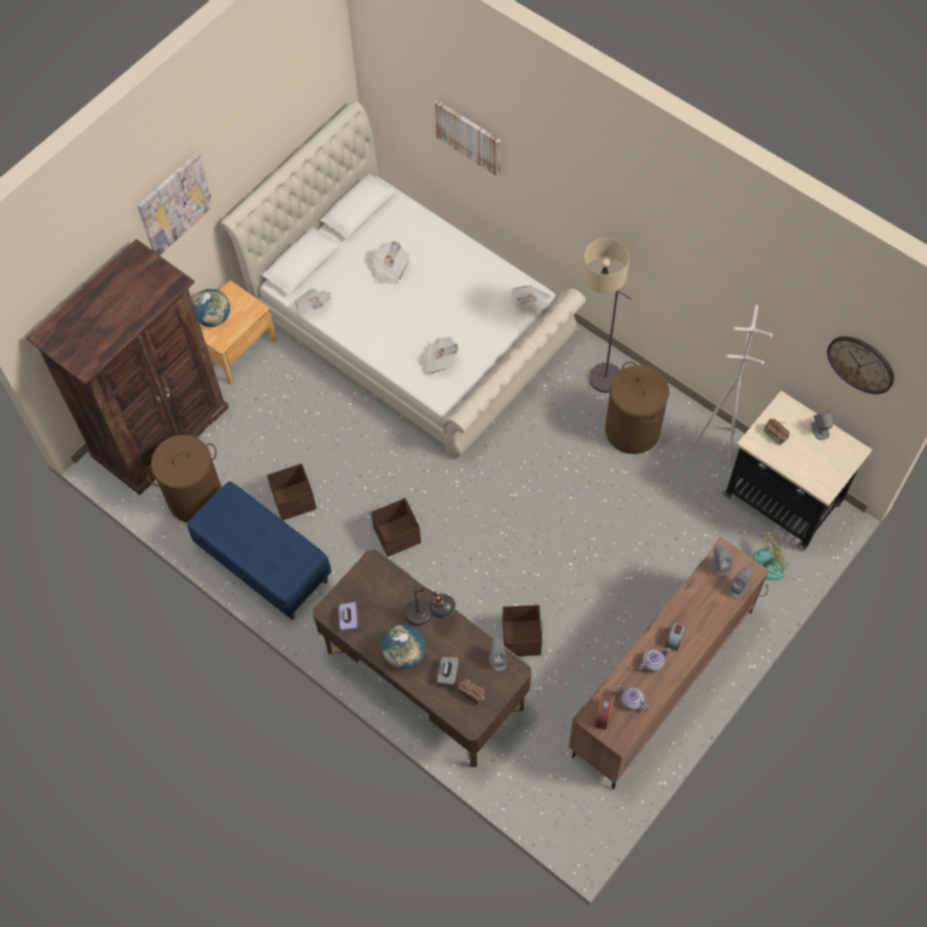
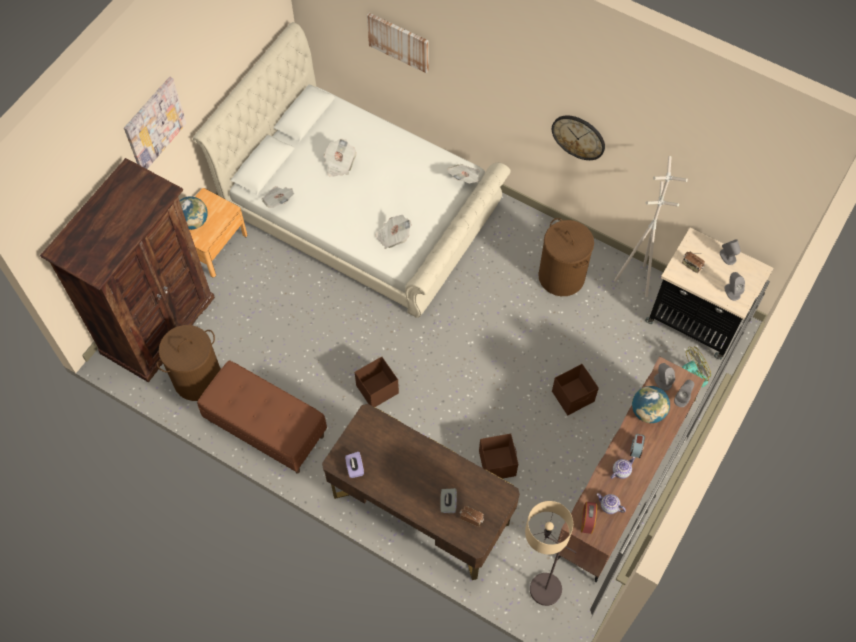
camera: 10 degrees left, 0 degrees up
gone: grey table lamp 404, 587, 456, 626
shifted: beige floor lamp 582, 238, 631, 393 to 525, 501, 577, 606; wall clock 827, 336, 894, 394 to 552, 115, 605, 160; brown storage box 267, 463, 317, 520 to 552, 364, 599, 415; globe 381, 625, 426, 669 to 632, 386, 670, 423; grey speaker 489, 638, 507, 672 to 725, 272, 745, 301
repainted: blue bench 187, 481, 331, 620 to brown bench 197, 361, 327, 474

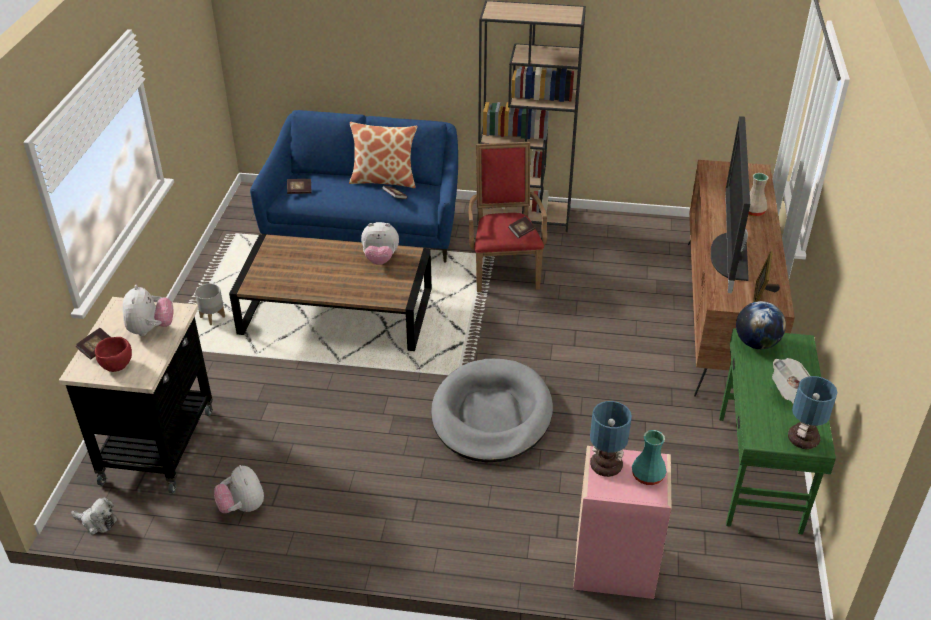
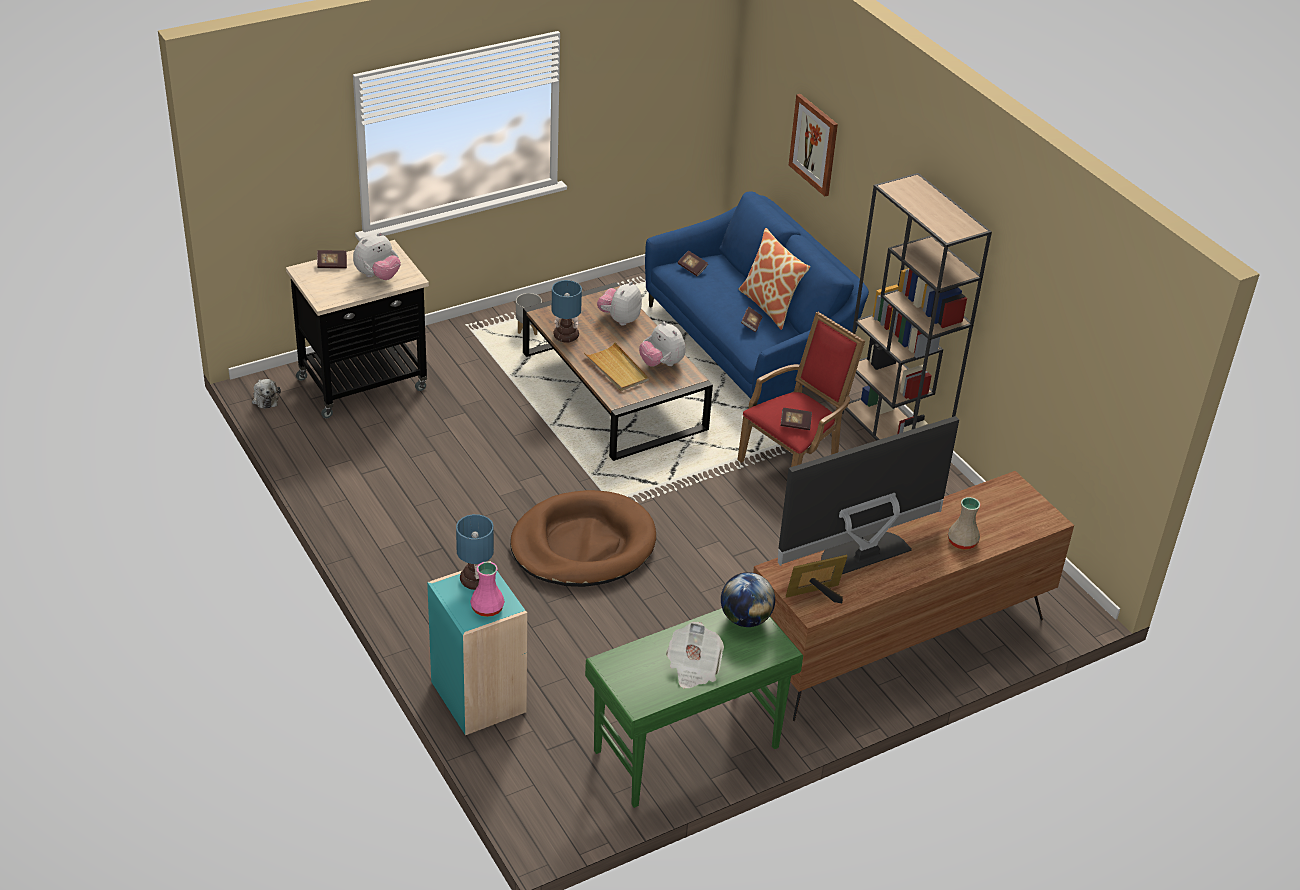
camera: 50 degrees right, 0 degrees up
gone: red bowl 95, 337, 132, 372
new: beige tray 584, 342, 649, 391; picture 789, 94, 838, 196
shifted: table lamp 788, 376, 837, 449 to 551, 280, 582, 343; plush toy 214, 465, 264, 513 to 597, 281, 642, 326
repainted: pink bookcase 573, 446, 672, 599 to turquoise bookcase 427, 561, 527, 735; turquoise vase 632, 430, 667, 485 to pink vase 470, 561, 505, 617; grey dog bed 431, 359, 553, 462 to brown dog bed 510, 490, 656, 587

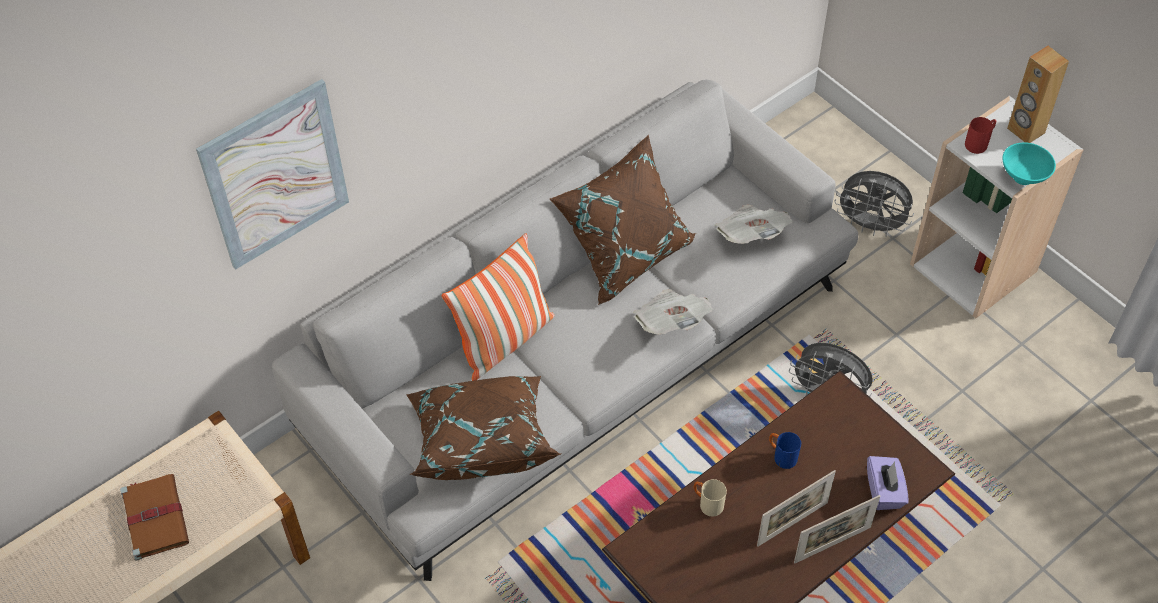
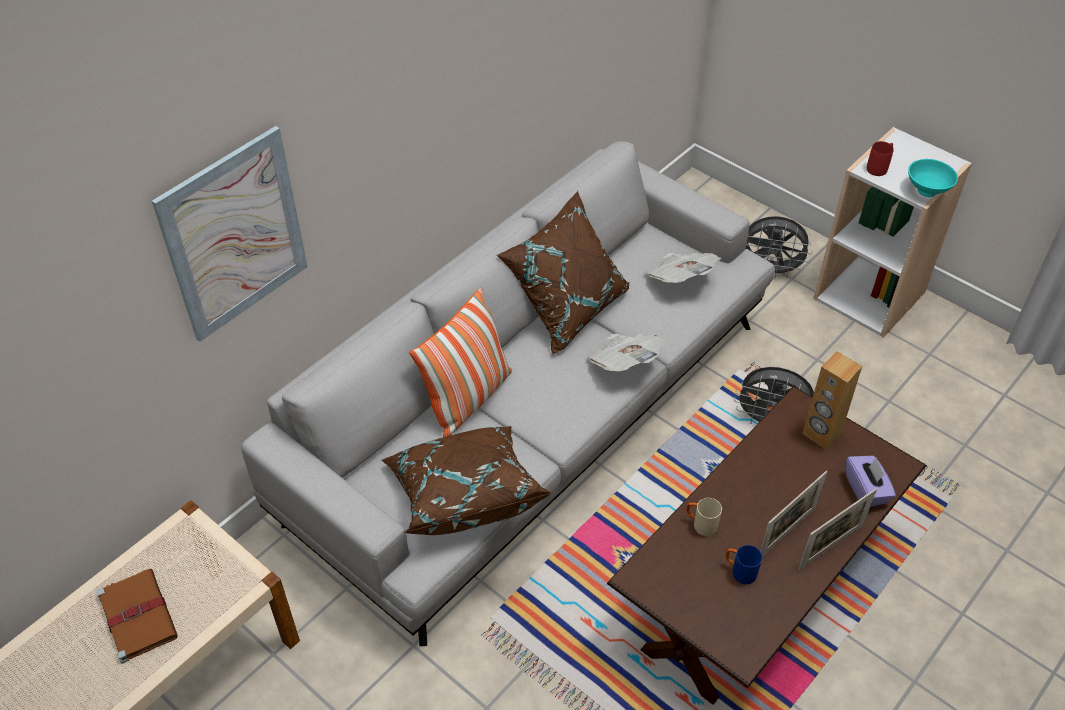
camera: 10 degrees left, 5 degrees down
shifted: blue mug 769, 432, 801, 469 to 726, 545, 762, 584; brown speaker 1007, 46, 1069, 143 to 802, 351, 862, 450

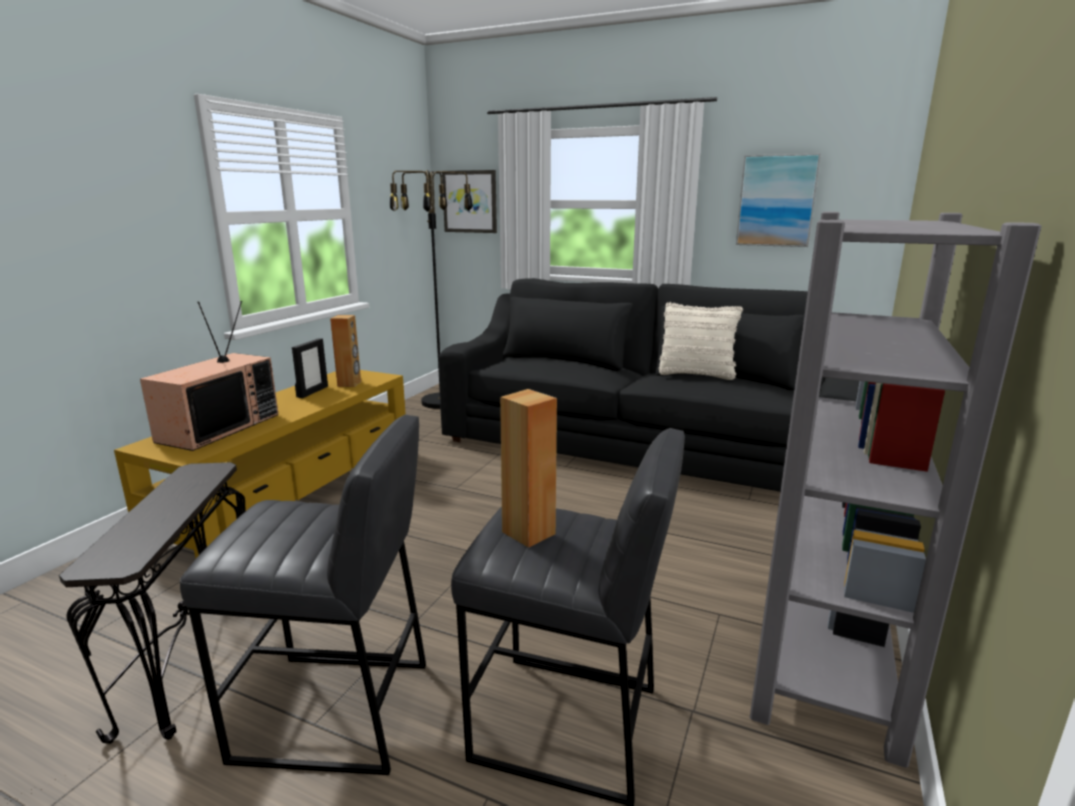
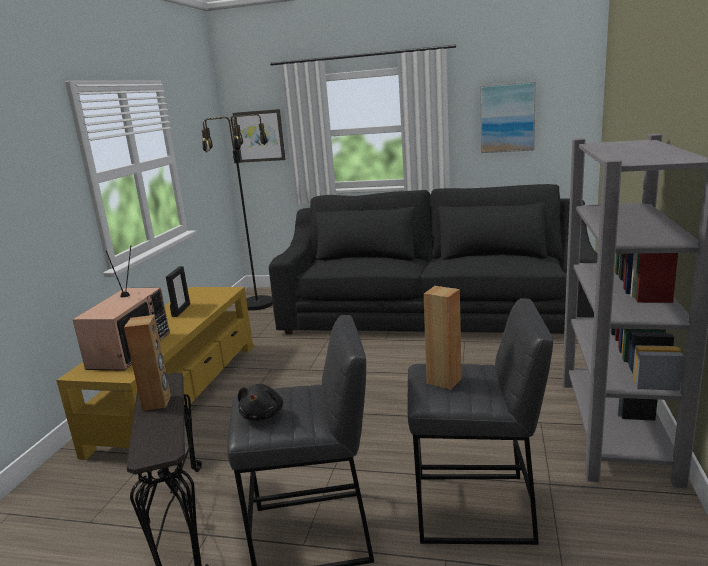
camera: 10 degrees left, 0 degrees up
gone: beige pillow 659, 302, 743, 380
new: black plush toy 238, 384, 283, 421
shifted: brown speaker 330, 315, 361, 387 to 124, 315, 171, 411

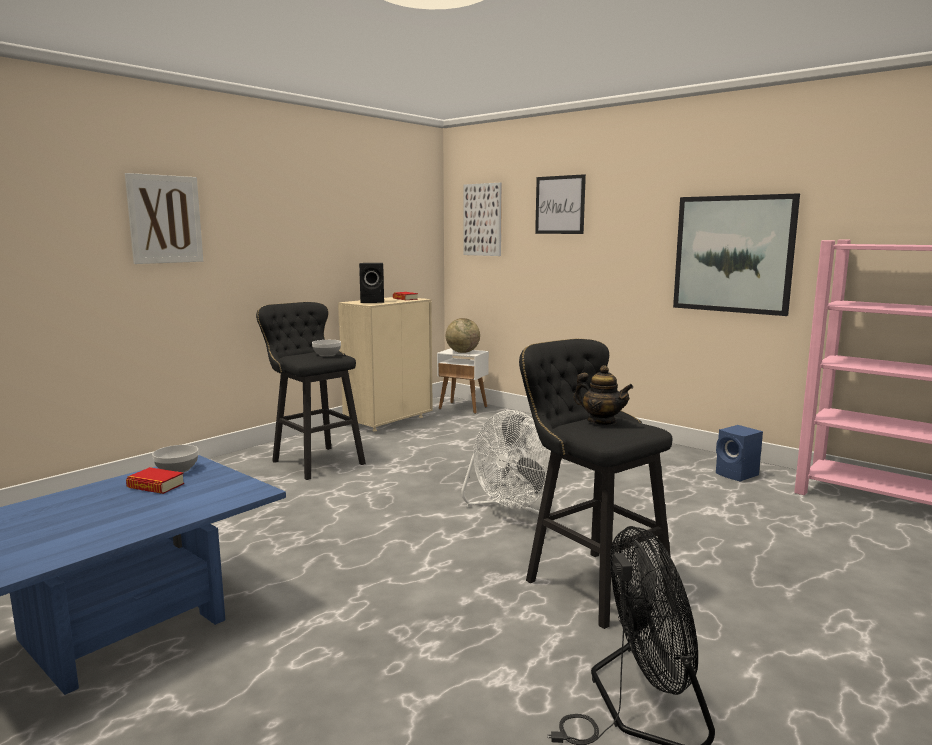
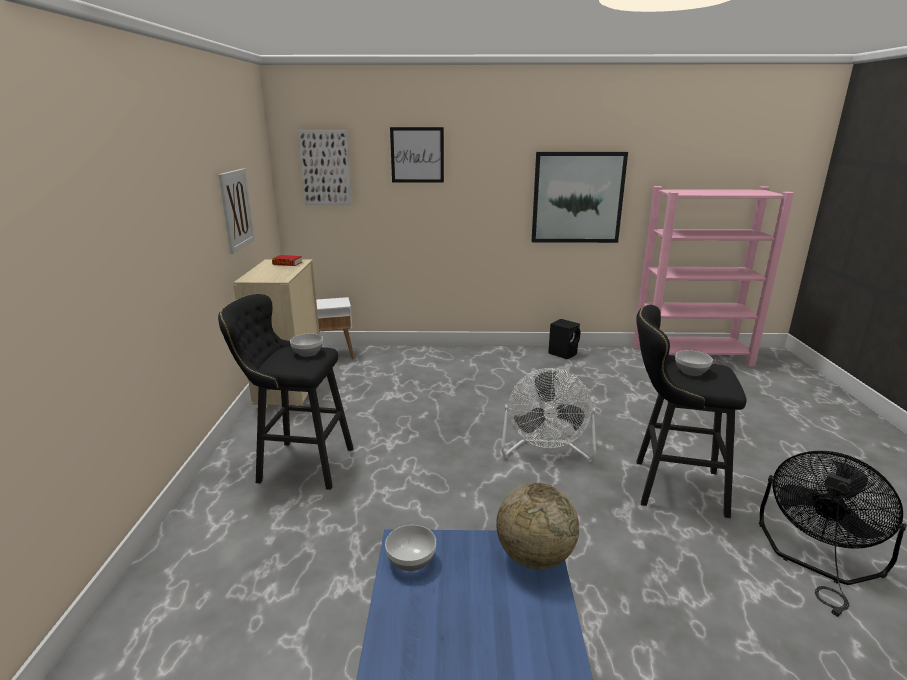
camera: 40 degrees left, 10 degrees up
gone: book 126, 467, 184, 494; blue speaker 716, 425, 763, 482
shifted: picture 125, 173, 203, 264 to 218, 169, 255, 254; globe 446, 318, 480, 353 to 496, 483, 579, 569; black speaker 359, 263, 384, 303 to 548, 319, 581, 359
swapped: teapot 574, 365, 633, 425 to bowl 675, 350, 713, 376

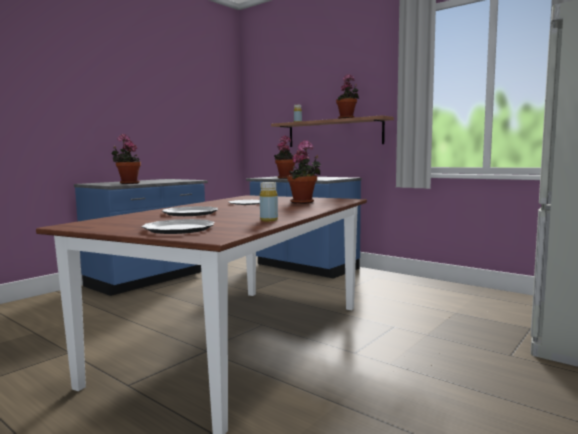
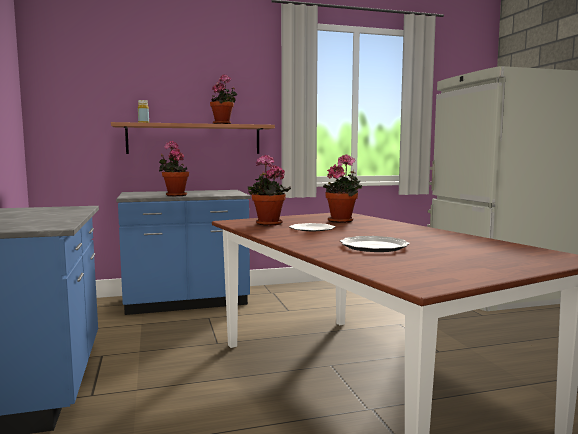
camera: 55 degrees left, 0 degrees up
gone: plate 141, 219, 215, 234; yellow bottle 260, 182, 278, 222
shifted: potted plant 111, 134, 141, 184 to 248, 154, 291, 226

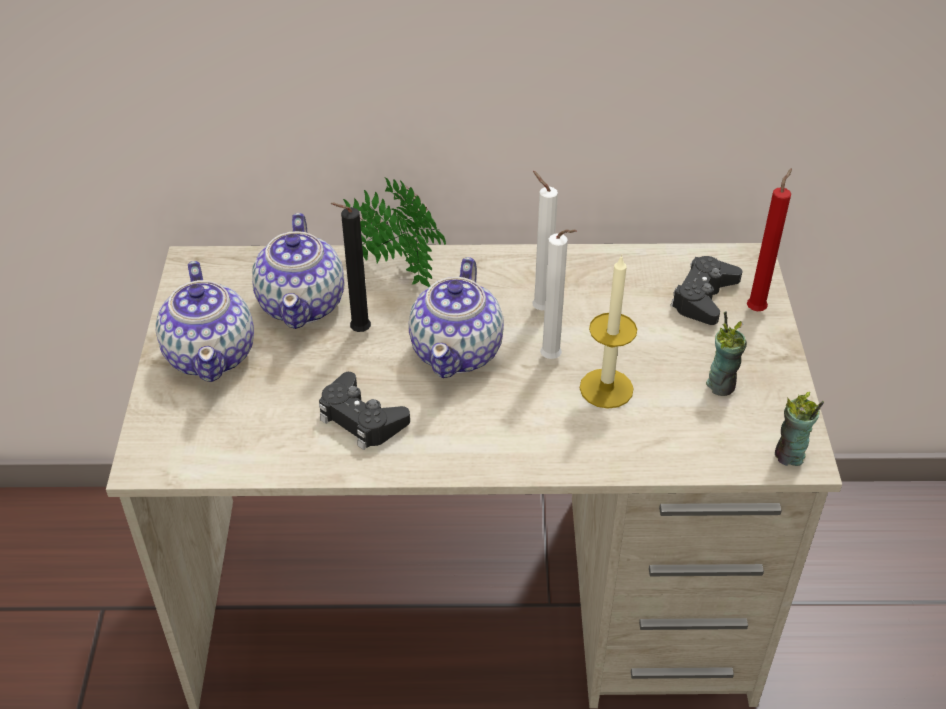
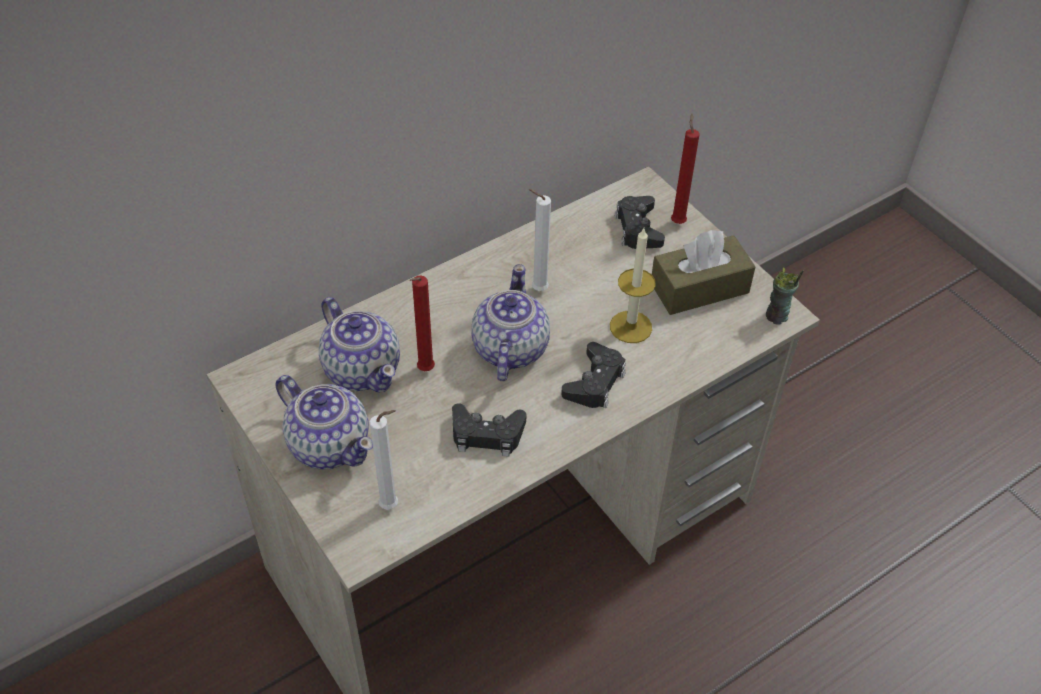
camera: 35 degrees left, 5 degrees up
gone: potted plant 343, 177, 446, 288
new: black game controller 561, 342, 626, 408
shifted: white candle 540, 229, 577, 359 to 370, 410, 398, 510
swapped: cup 706, 311, 747, 396 to brown tissue box 652, 230, 756, 315
repainted: black candle 330, 202, 371, 332 to red candle 410, 276, 435, 371
rotated: teapot 408, 257, 504, 378 = 471, 264, 550, 382 150 degrees counterclockwise

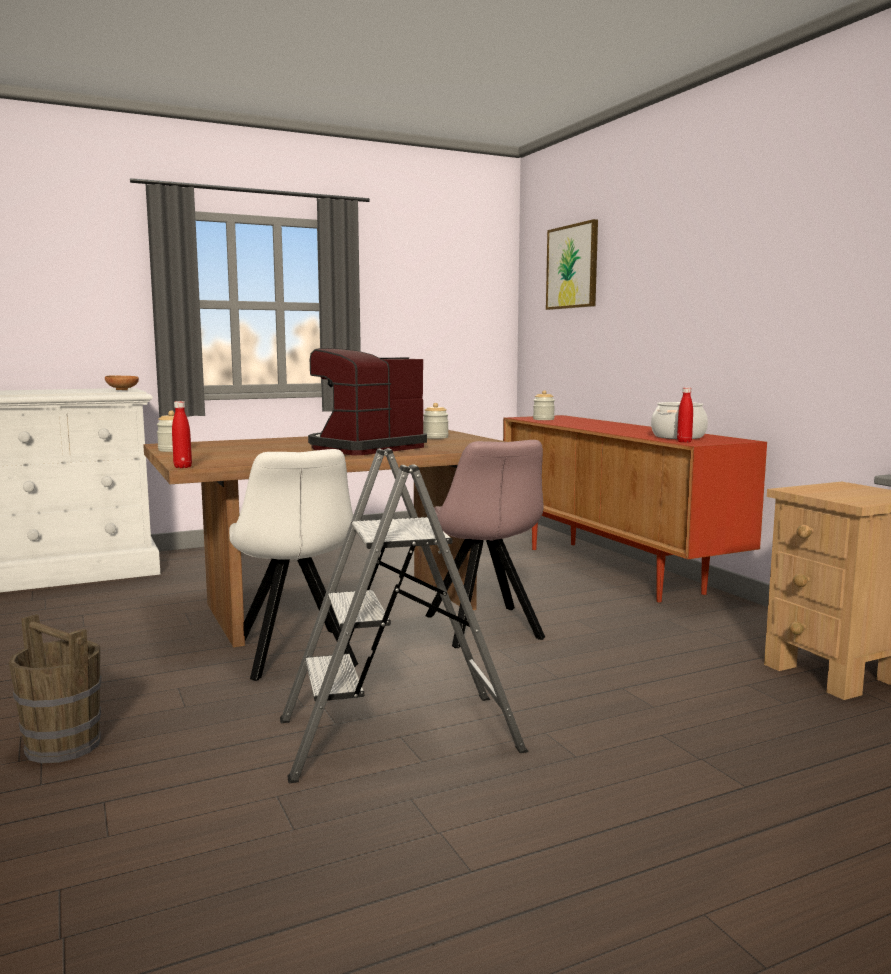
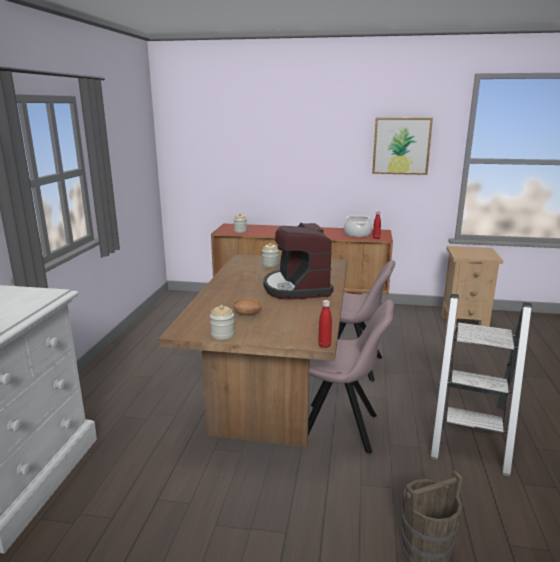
camera: 55 degrees left, 10 degrees up
shifted: brown bowl 105, 375, 139, 390 to 233, 298, 262, 316; picture 546, 219, 598, 310 to 372, 118, 433, 175
repainted: white chair 229, 449, 358, 681 to pink chair 308, 300, 394, 454

